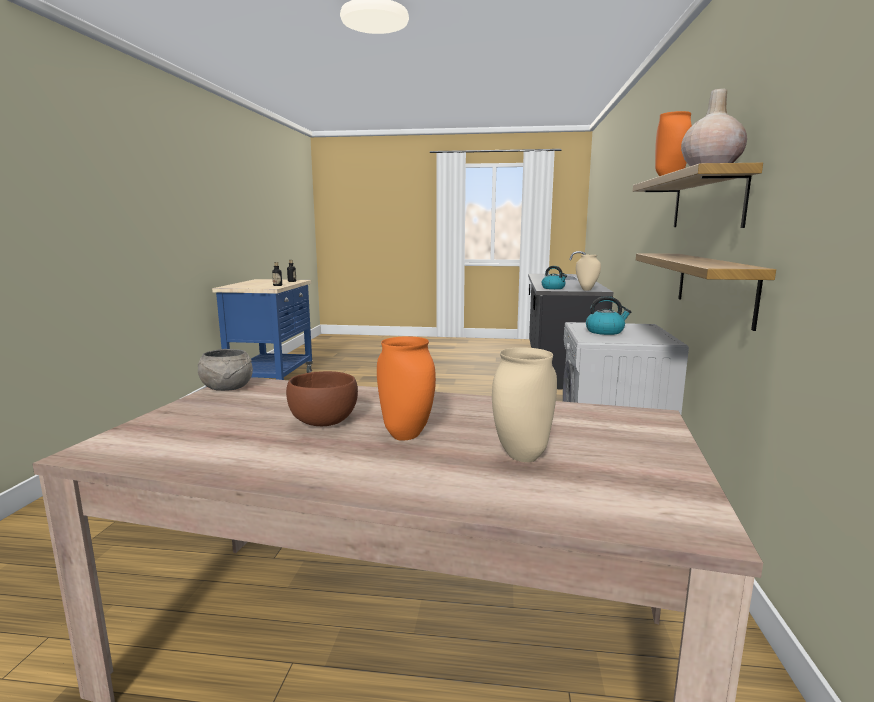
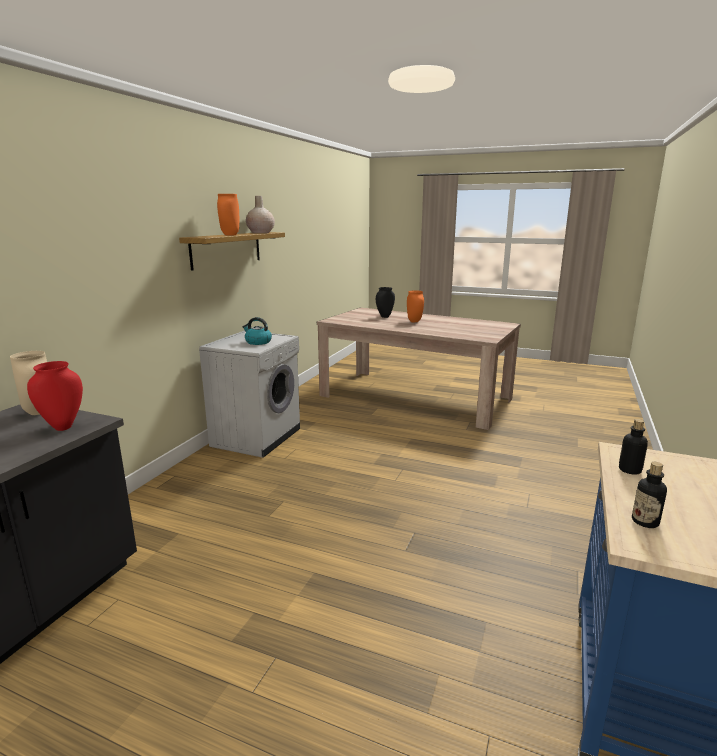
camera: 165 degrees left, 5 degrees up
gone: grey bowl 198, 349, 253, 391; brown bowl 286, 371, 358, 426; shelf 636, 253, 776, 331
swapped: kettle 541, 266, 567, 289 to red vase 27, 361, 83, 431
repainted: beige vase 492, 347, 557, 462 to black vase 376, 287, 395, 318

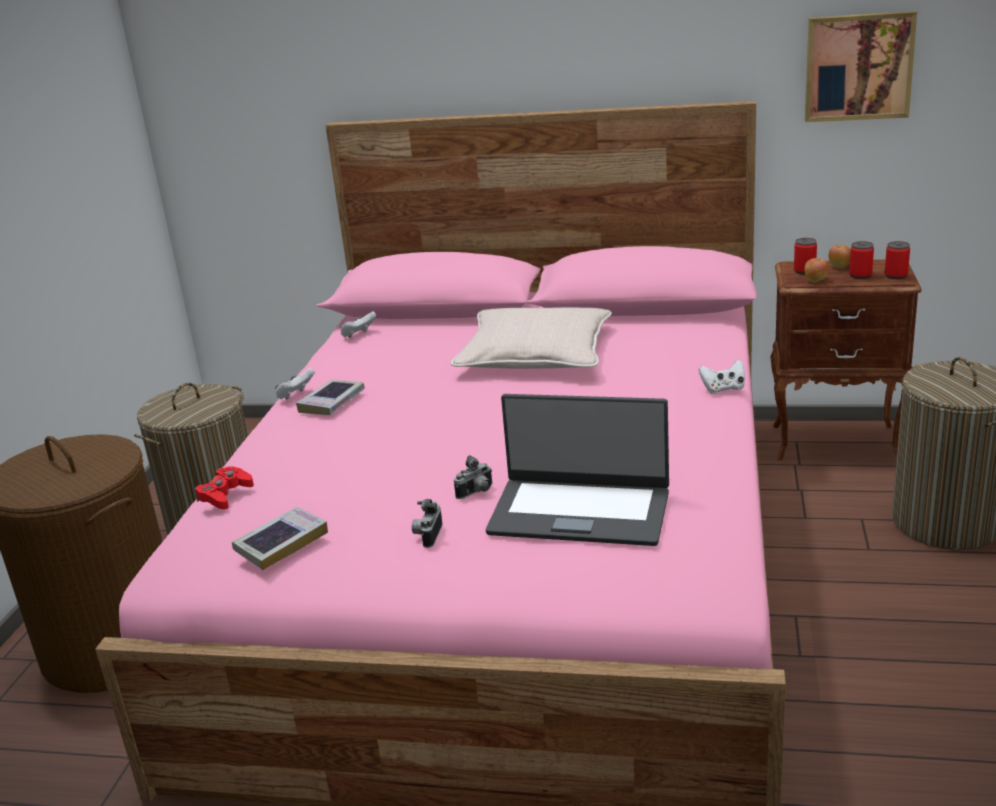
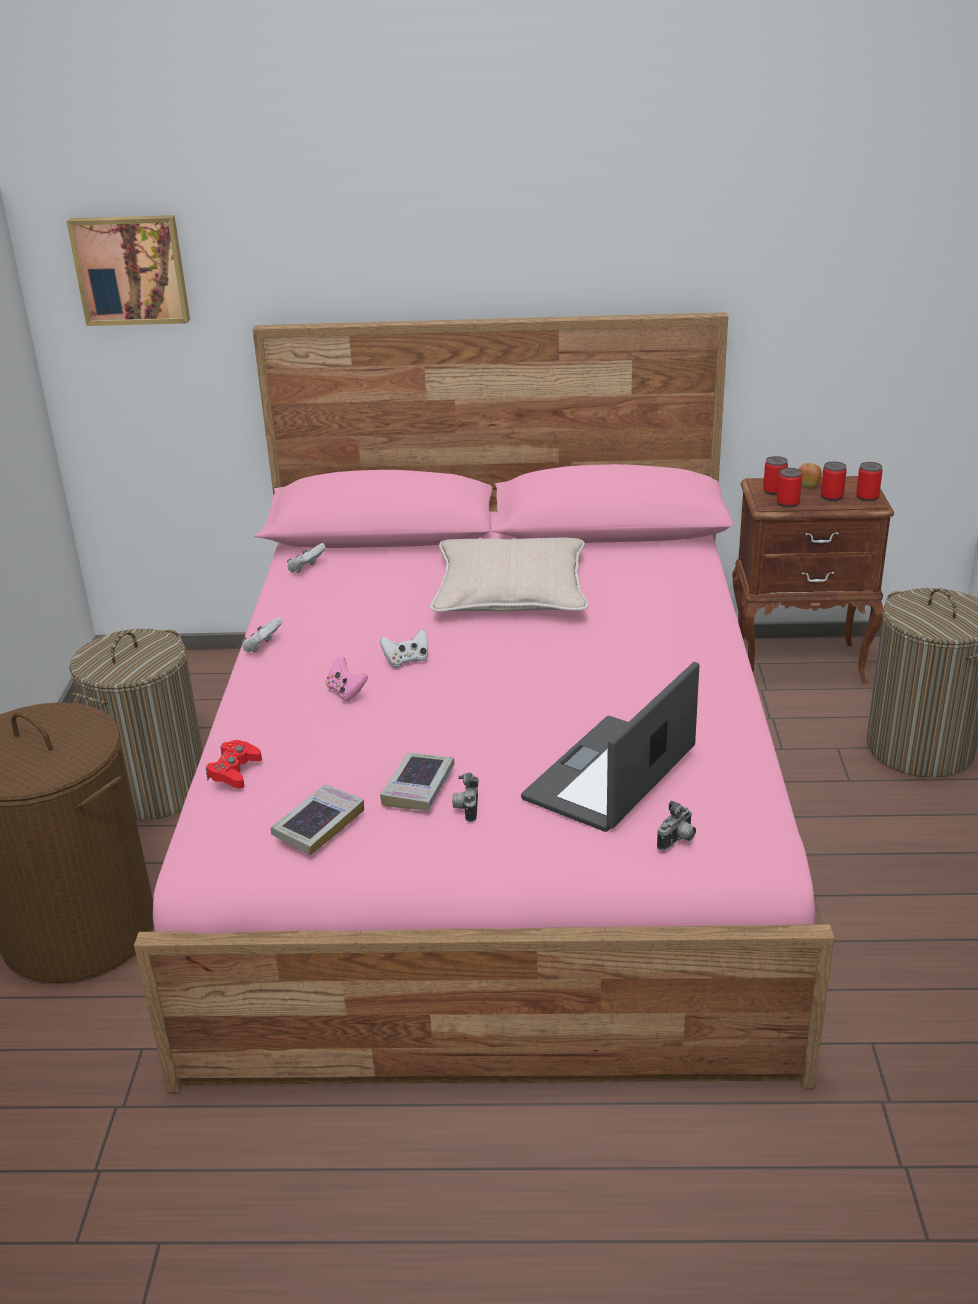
camera: 10 degrees left, 5 degrees up
new: pink game controller 326, 656, 368, 700
shifted: picture 805, 11, 917, 122 to 67, 215, 190, 326; white game controller 698, 360, 745, 394 to 380, 629, 428, 667; book 296, 380, 365, 415 to 380, 752, 455, 810; photo camera 454, 455, 492, 499 to 657, 800, 696, 850
swapped: apple 805, 258, 828, 283 to can 777, 468, 802, 507
rotated: laptop 486, 394, 669, 546 = 521, 662, 699, 832 120 degrees clockwise

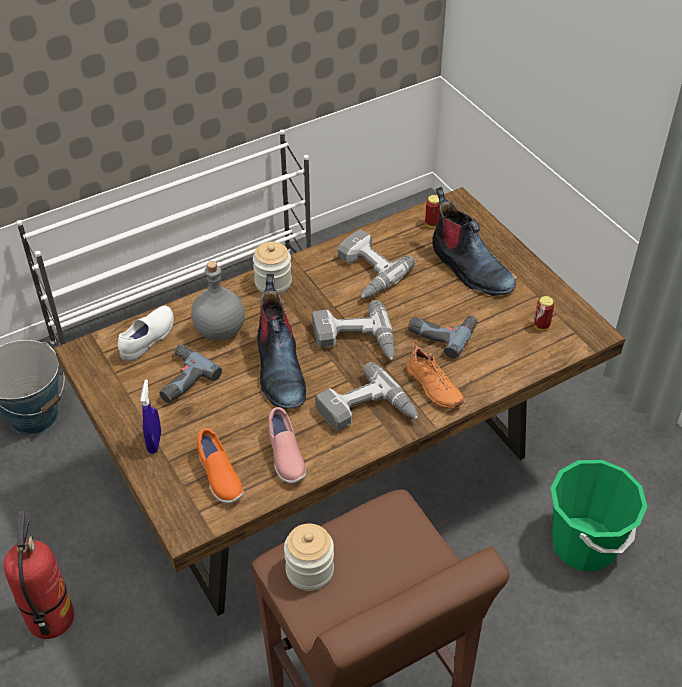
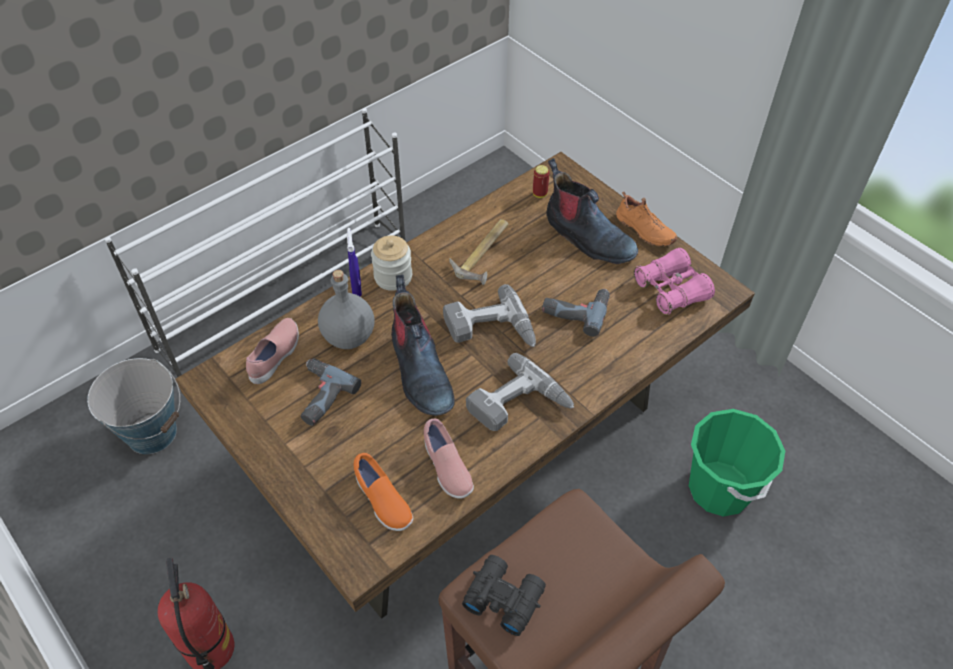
camera: 10 degrees left, 5 degrees up
shifted: blue spray bottle 140, 380, 161, 454 to 347, 228, 362, 297; orange shoe 407, 343, 464, 409 to 616, 192, 677, 247
swapped: power drill 338, 230, 415, 298 to hammer 449, 219, 508, 285; jar 284, 524, 334, 591 to black binoculars 462, 555, 546, 636; can 534, 296, 554, 330 to pink binoculars 634, 248, 715, 315
repainted: white shoe 118, 306, 174, 361 to pink shoe 246, 318, 299, 384

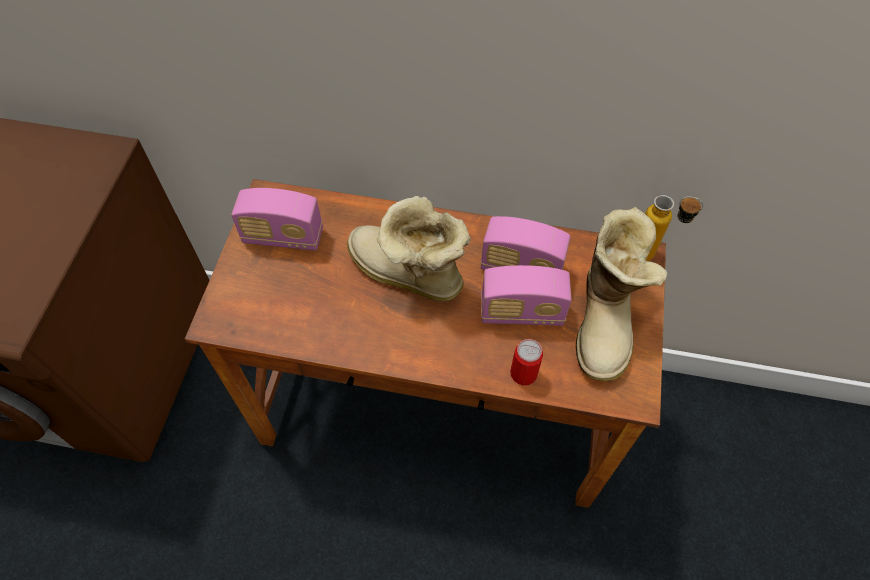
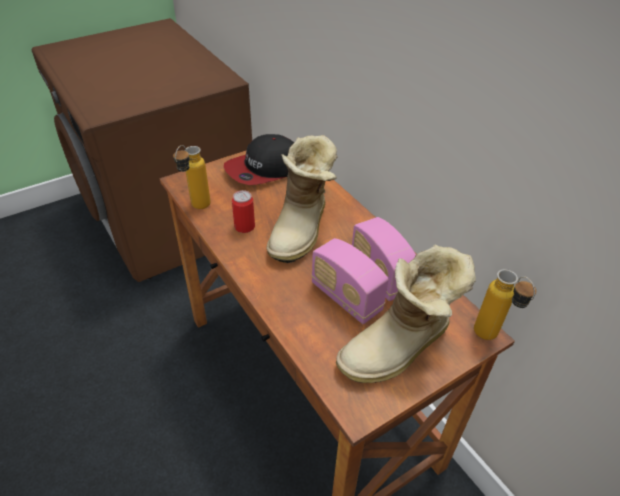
camera: 45 degrees right, 15 degrees down
new: bottle 173, 145, 210, 209
shifted: can 510, 339, 543, 385 to 232, 190, 255, 233
swapped: radio 231, 188, 323, 251 to cap 224, 134, 294, 185
rotated: boot 347, 196, 471, 302 = 267, 135, 338, 263 150 degrees counterclockwise

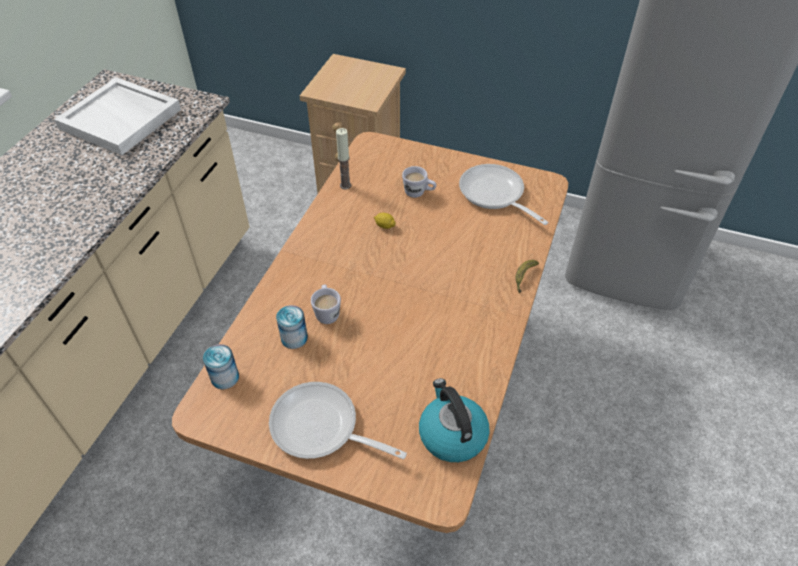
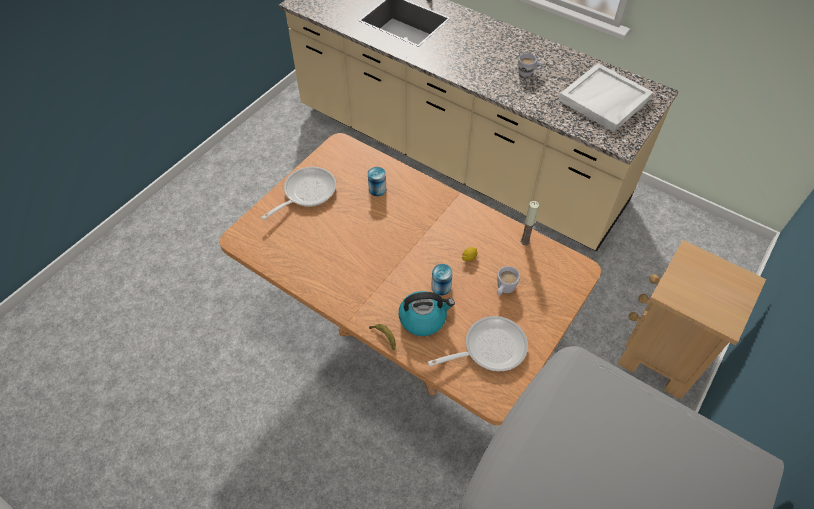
camera: 105 degrees right, 5 degrees up
shifted: kettle 419, 378, 490, 462 to 399, 291, 455, 336; can 203, 344, 239, 389 to 431, 264, 453, 295; white mug 311, 285, 341, 324 to 518, 53, 543, 77

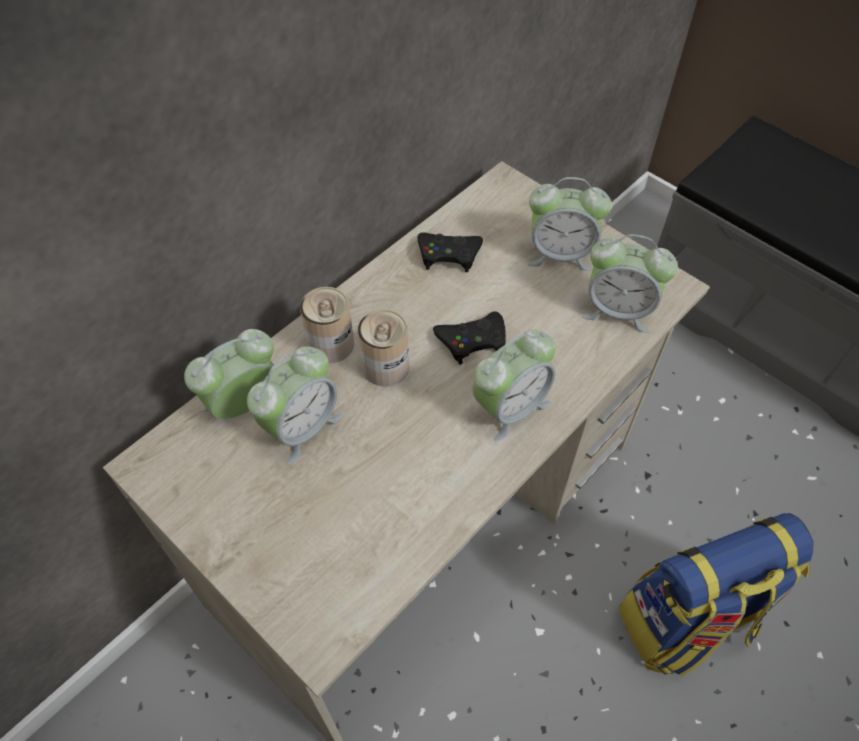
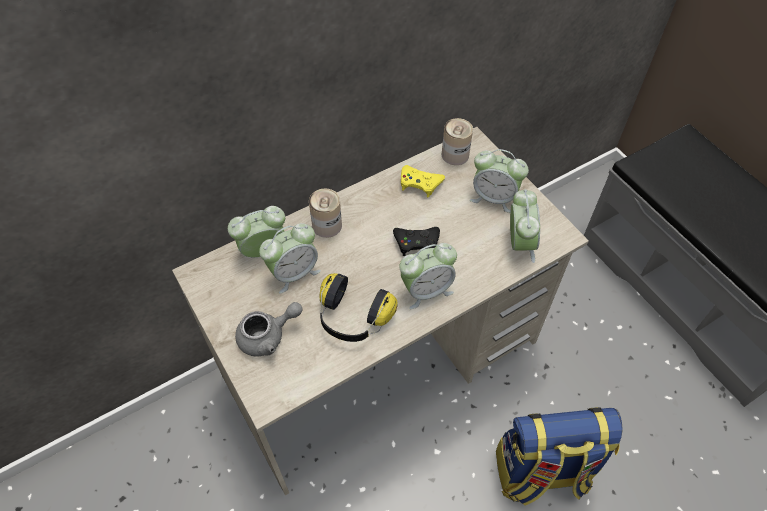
camera: 15 degrees right, 0 degrees up
new: grey teapot 235, 302, 303, 357; headphones 319, 273, 398, 342
shifted: can 358, 309, 409, 387 to 442, 118, 473, 165
repainted: black game controller 417, 232, 483, 272 to yellow game controller 401, 165, 445, 197
rotated: alarm clock 581, 234, 678, 333 = 510, 189, 540, 263 120 degrees counterclockwise

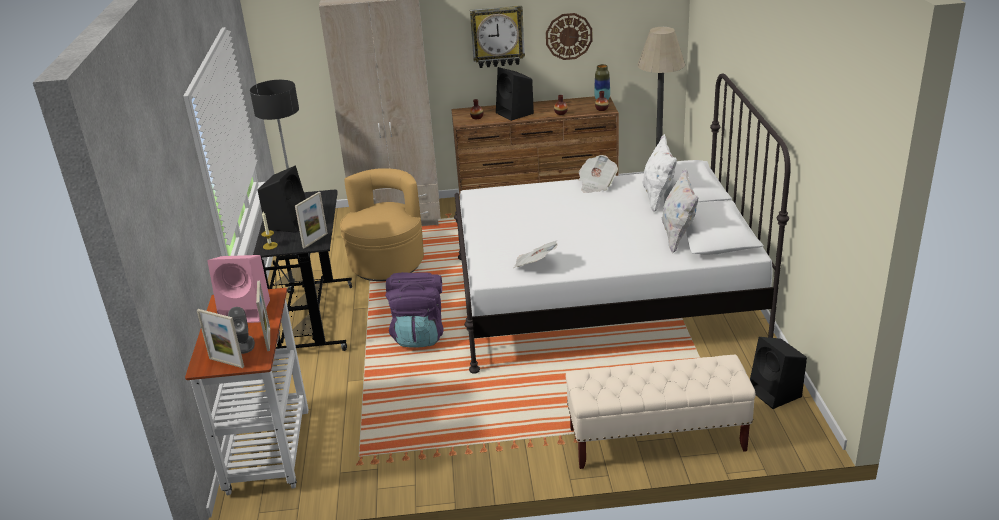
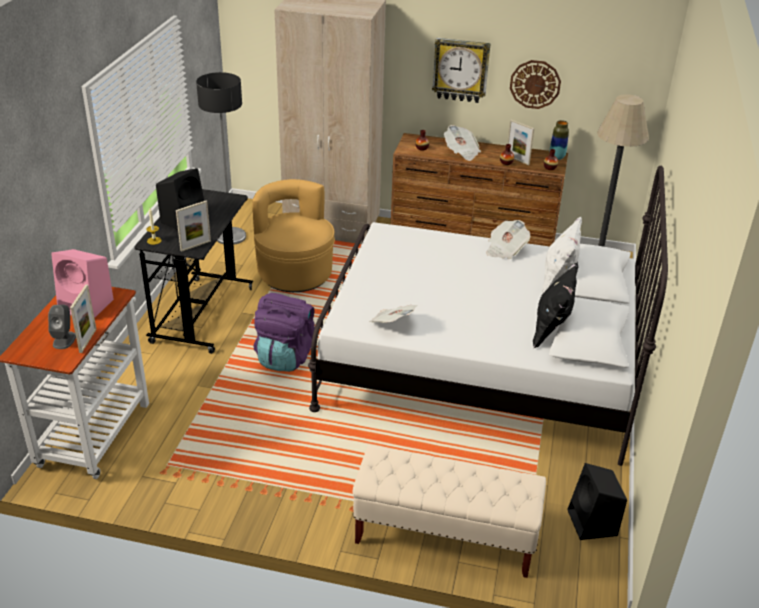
camera: 15 degrees right, 5 degrees up
shifted: picture frame 197, 309, 244, 368 to 507, 120, 534, 165
swapped: black speaker 496, 67, 534, 121 to newspaper 444, 125, 481, 161
repainted: white pillow 661, 168, 698, 253 to black pillow 533, 262, 578, 348
rotated: beige armchair 340, 168, 424, 281 = 252, 179, 335, 292 60 degrees counterclockwise

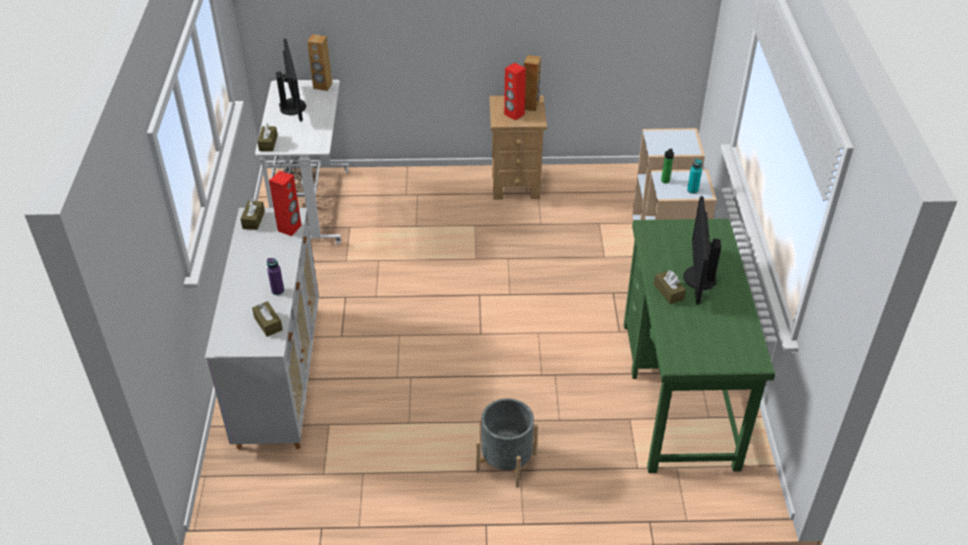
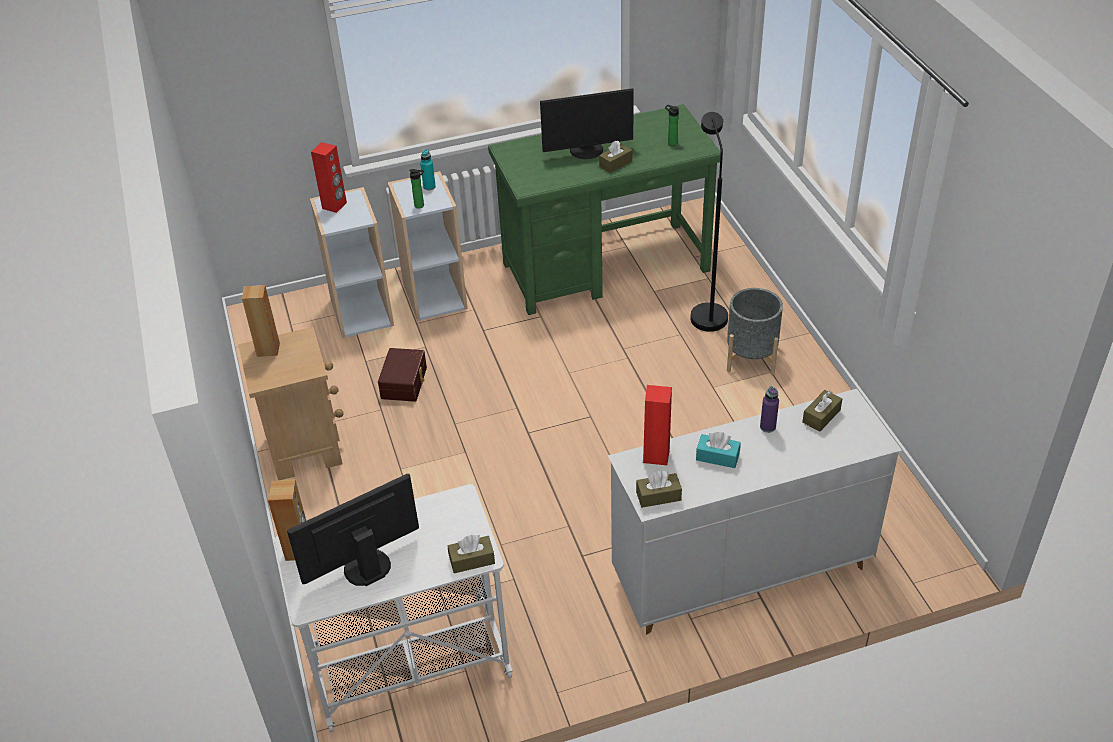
camera: 105 degrees left, 0 degrees up
new: brown storage box 378, 348, 427, 402; bottle 665, 105, 679, 146; black floor lamp 691, 112, 728, 332; turquoise tissue box 696, 432, 741, 468
shifted: red speaker 504, 62, 526, 120 to 311, 142, 347, 213

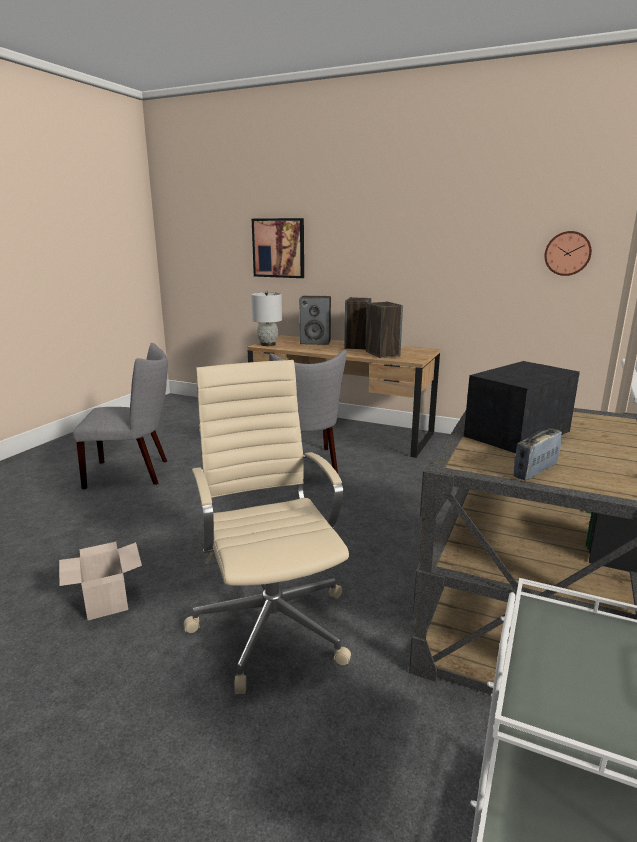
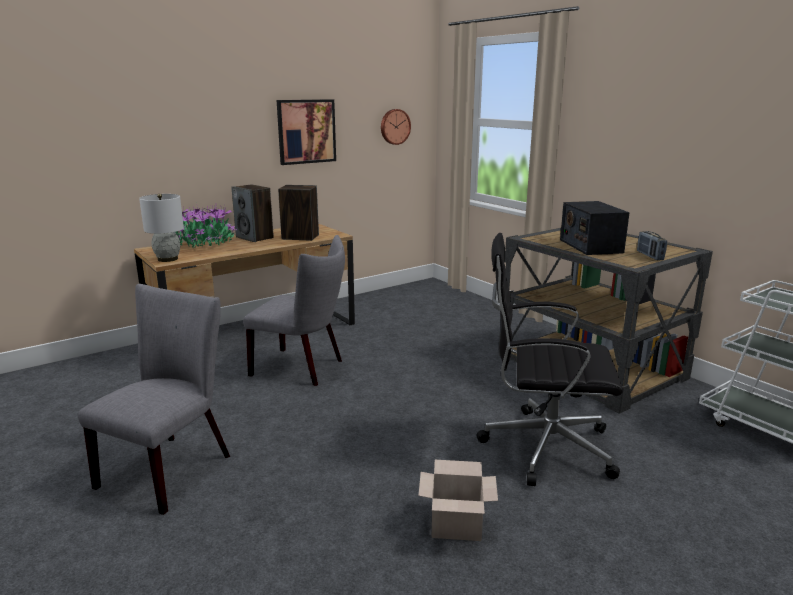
camera: 60 degrees left, 0 degrees up
shifted: picture 252, 218, 304, 278 to 277, 99, 336, 165
swapped: speaker 300, 296, 331, 345 to potted plant 175, 205, 237, 249
repainted: beige office chair 184, 360, 351, 694 to black office chair 476, 233, 623, 486

